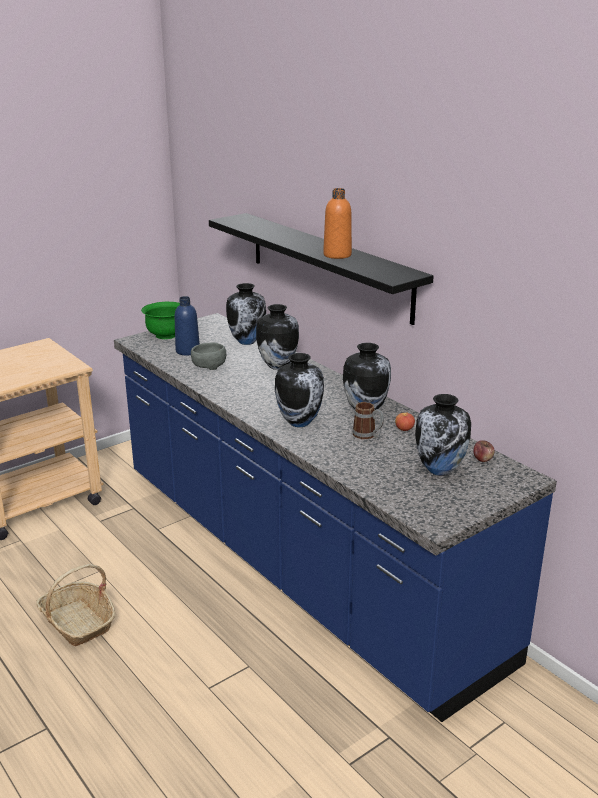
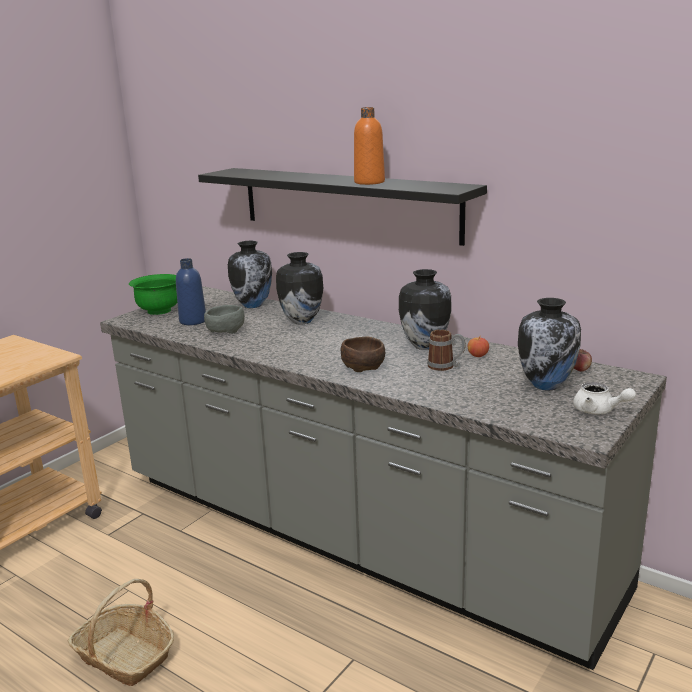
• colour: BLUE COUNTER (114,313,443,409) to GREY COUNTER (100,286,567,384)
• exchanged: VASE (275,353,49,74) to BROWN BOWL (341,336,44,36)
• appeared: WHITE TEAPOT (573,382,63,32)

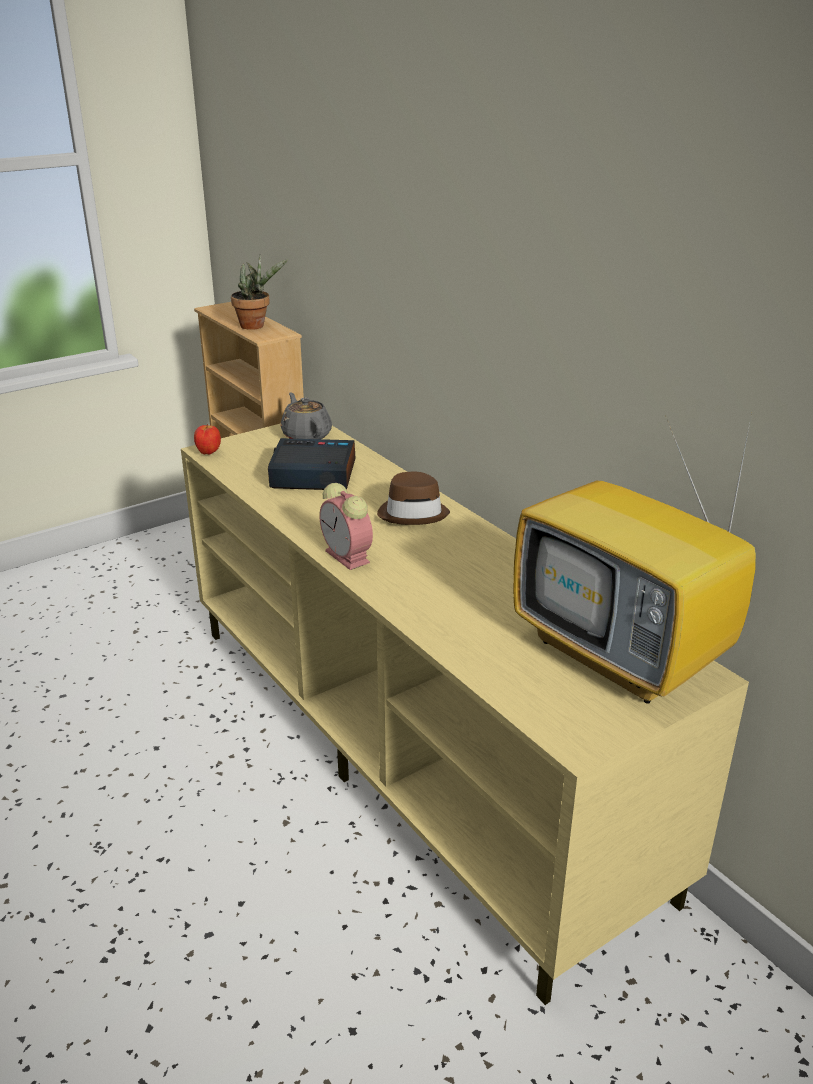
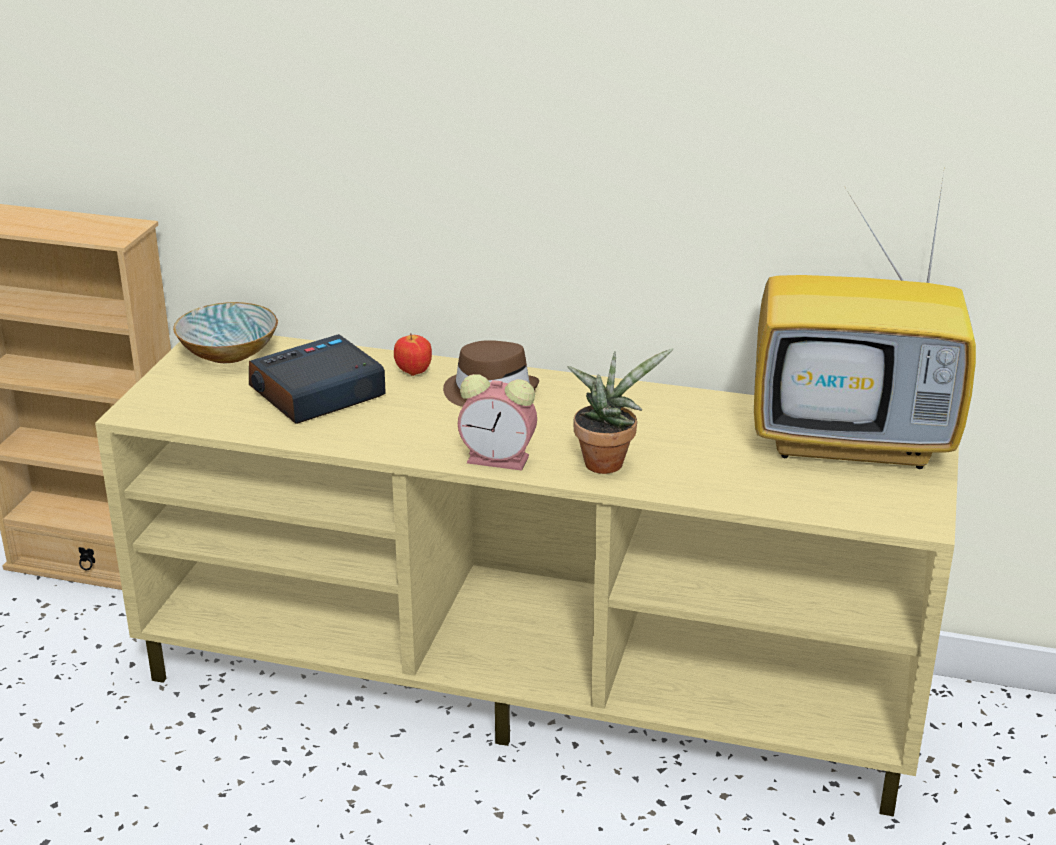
• relocated: POTTED PLANT (231,254,57,76) to (568,348,106,126)
• exchanged: GREY TEAPOT (281,392,51,47) to BOWL (173,302,105,61)
• relocated: APPLE (194,424,27,31) to (394,334,38,42)

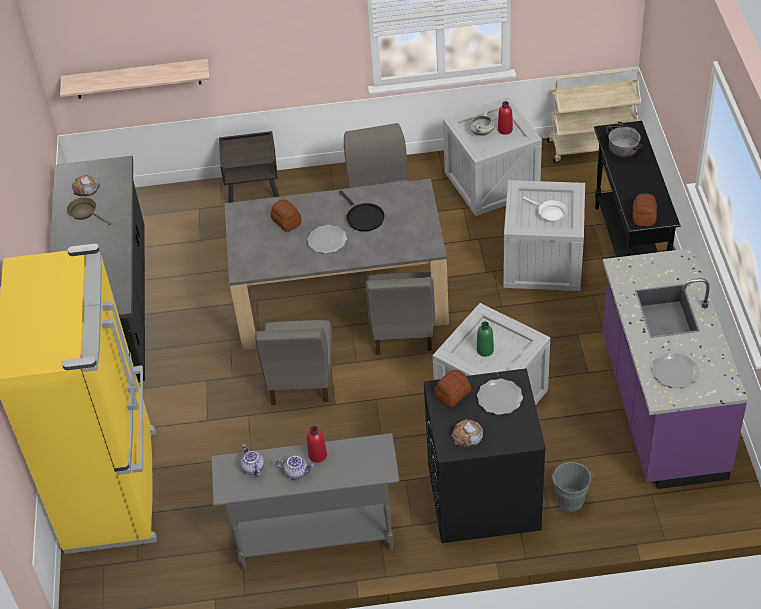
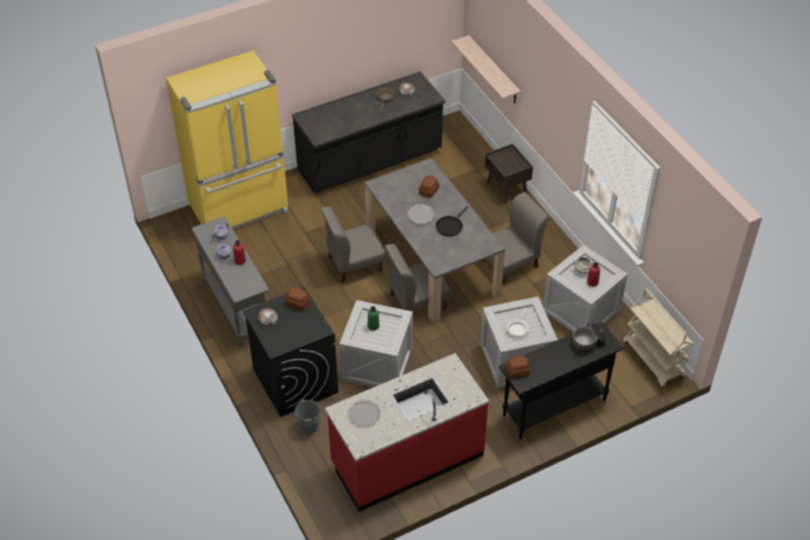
• colour: PURPLE COUNTER (602,248,146,241) to RED COUNTER (325,353,164,159)
• missing: PLATE (477,379,46,36)

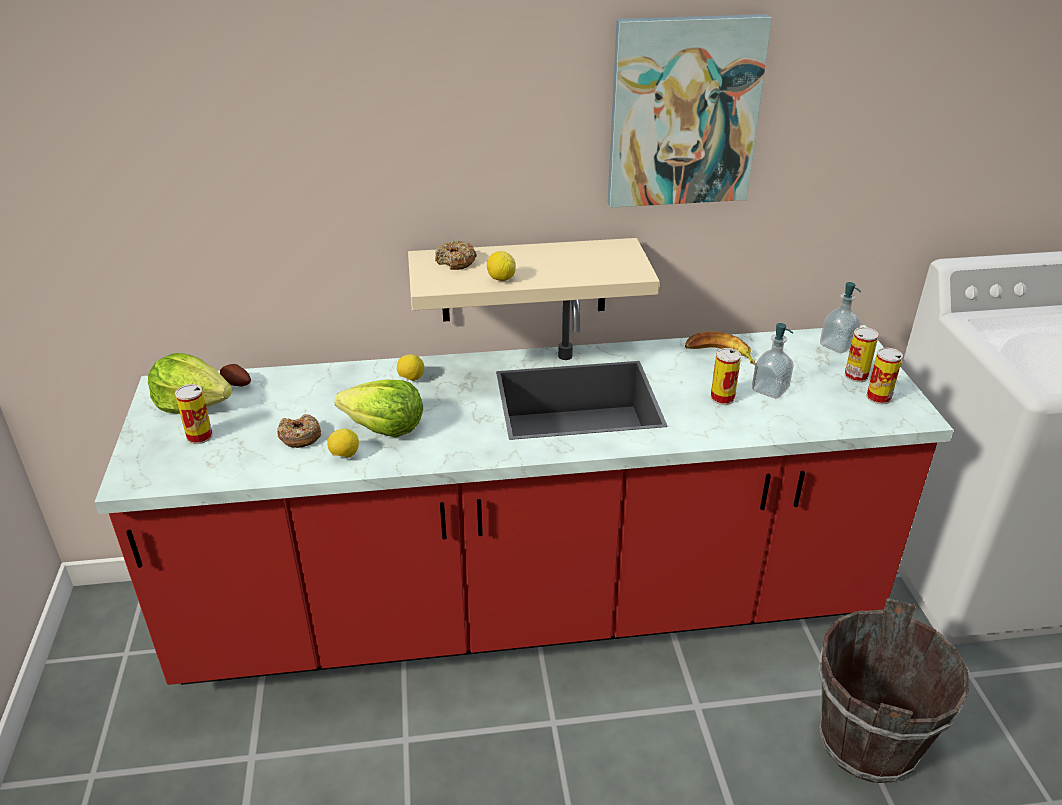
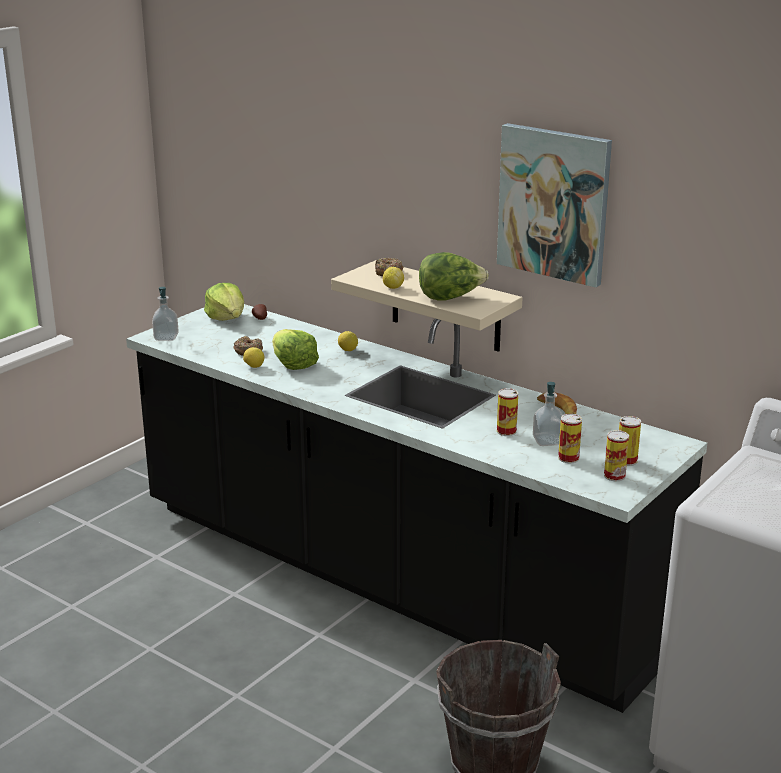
• relocated: SOAP DISPENSER (820,282,41,71) to (152,287,27,54)
• colour: RED COUNTER (94,300,860,385) to BLACK COUNTER (126,304,581,409)
• relocated: CAN (175,384,38,60) to (558,414,24,49)
• appeared: LETTUCE (419,252,70,49)

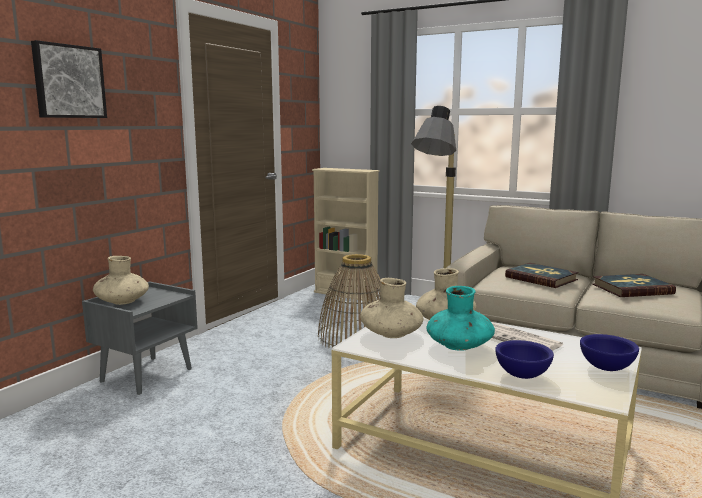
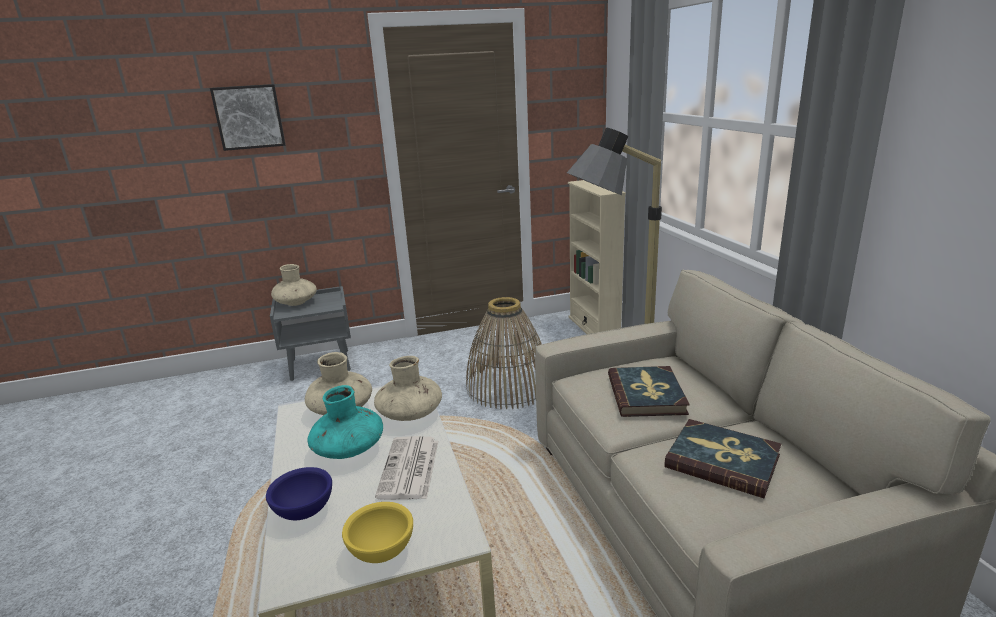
• colour: BLUE BOWL (580,334,59,37) to YELLOW BOWL (342,502,71,61)

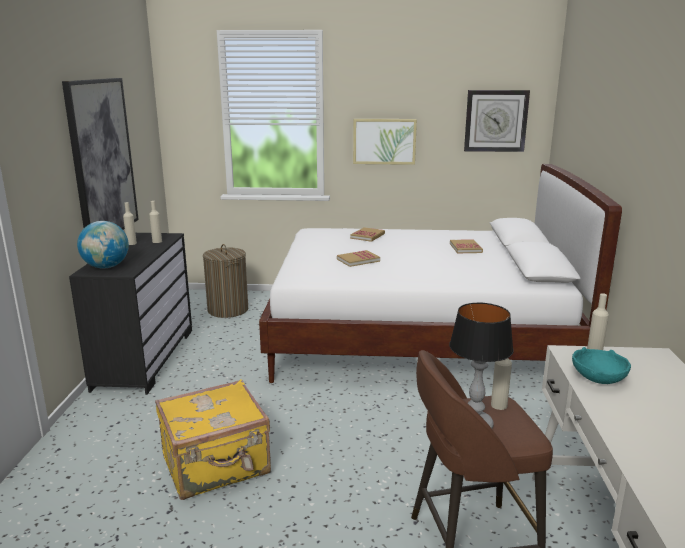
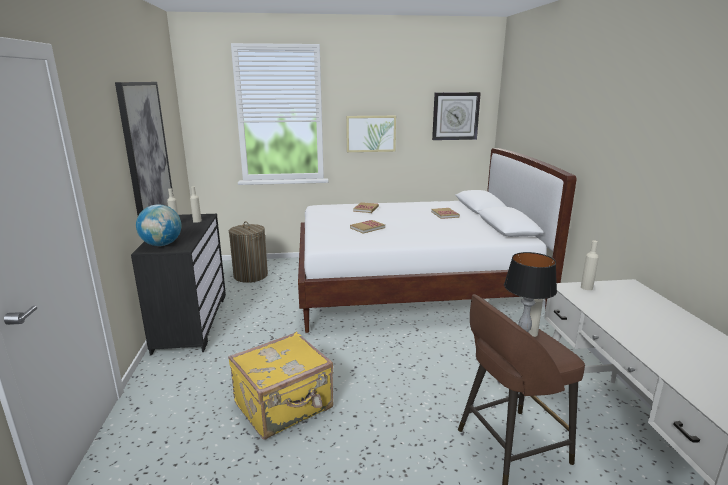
• missing: TURQUOISE BOWL (572,347,59,37)

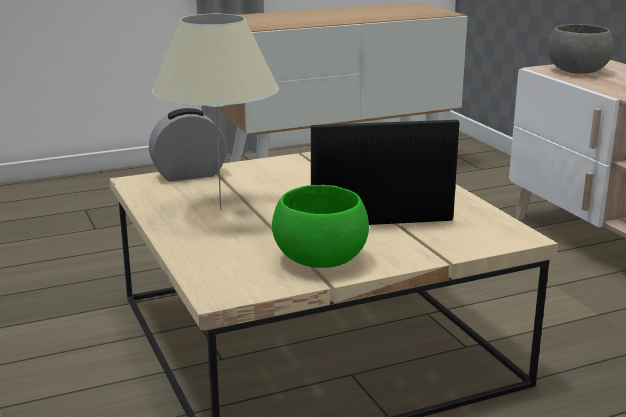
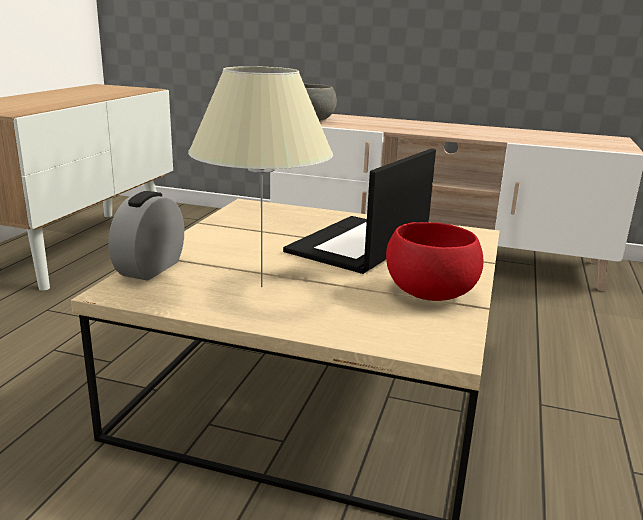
• colour: GREEN BOWL (272,185,97,83) to RED BOWL (386,222,97,79)

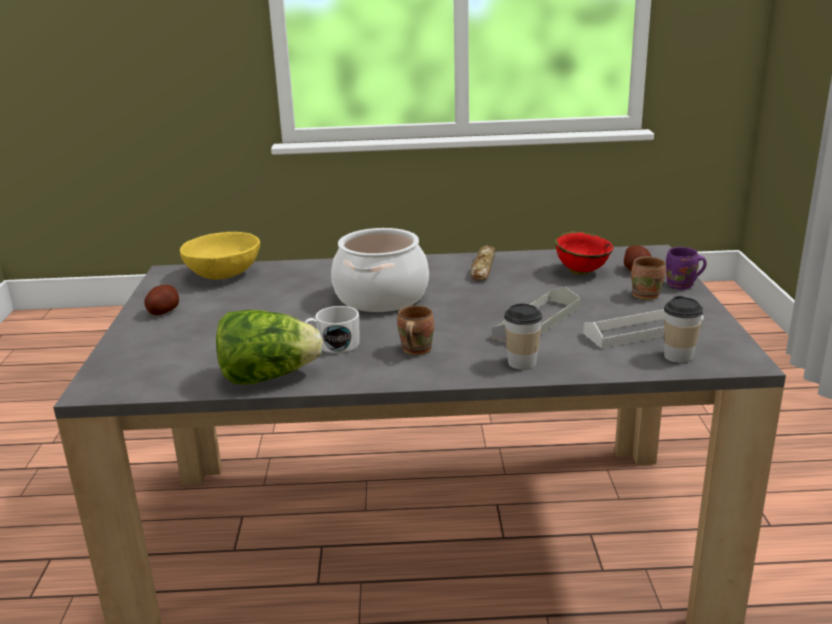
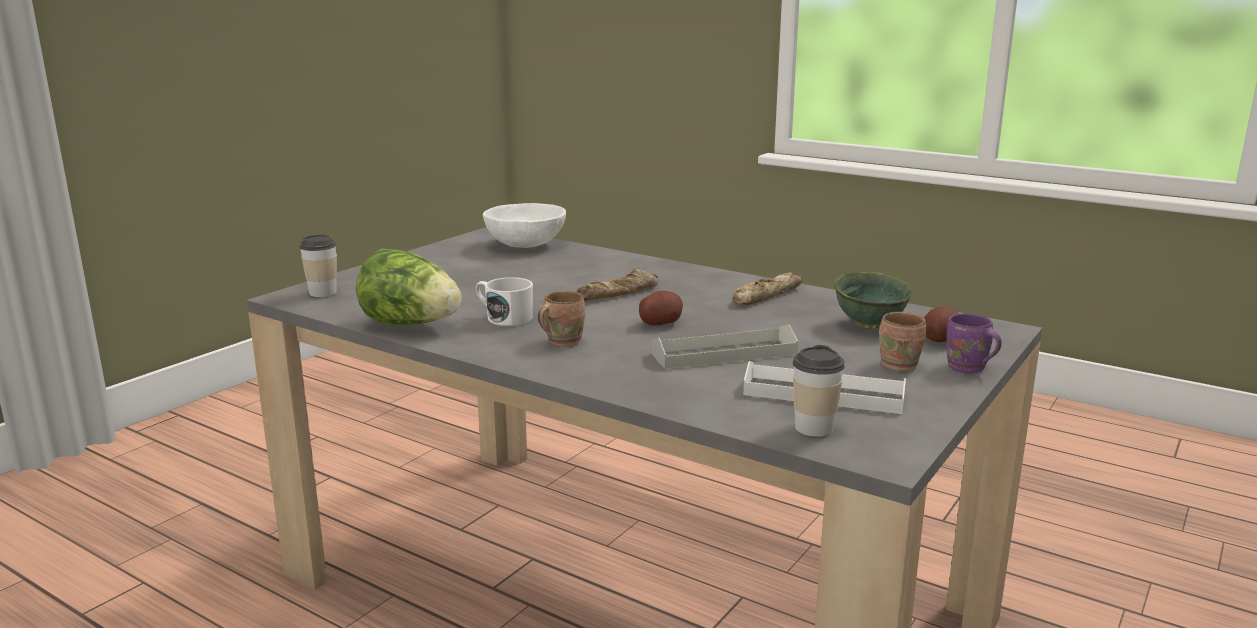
• exchanged: COOKING POT (331,228,98,84) to BREAD (577,269,81,32)
• colour: RED BOWL (555,231,59,44) to GREEN BOWL (834,272,79,57)
• colour: YELLOW BOWL (180,232,80,48) to WHITE BOWL (483,203,83,45)
• relocated: POTATO (144,285,35,30) to (639,291,44,35)
• relocated: CUP (504,304,38,66) to (299,235,38,62)

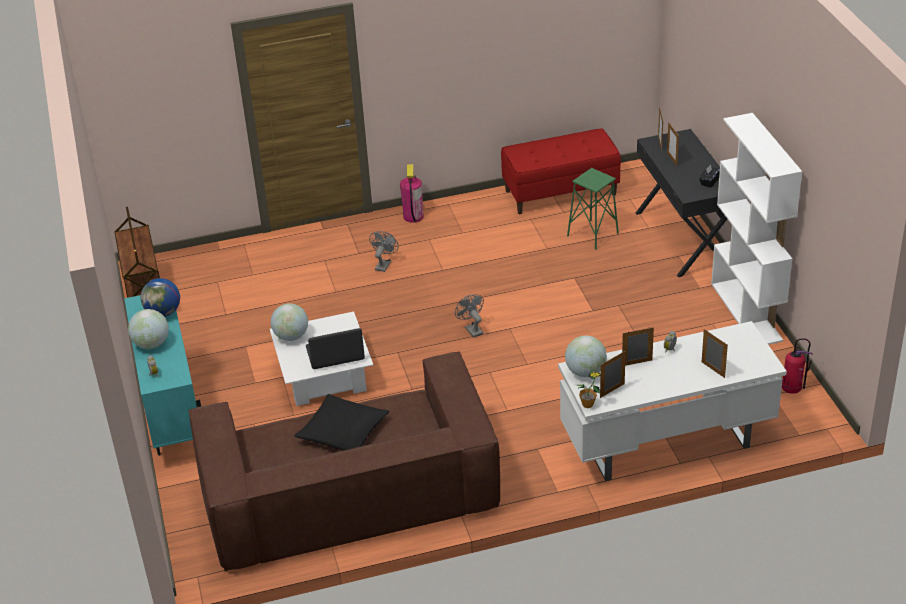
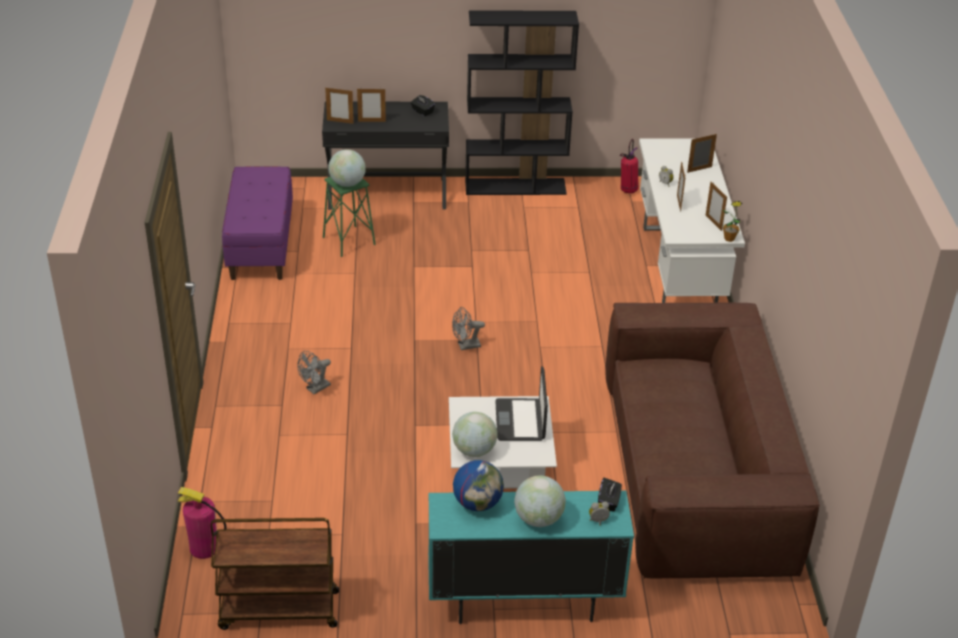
• colour: WHITE BOOKCASE (711,113,91,232) to BLACK BOOKCASE (465,10,114,185)
• colour: RED BENCH (501,128,120,86) to PURPLE BENCH (222,166,71,114)
• relocated: FIRE EXTINGUISHER (400,164,24,59) to (177,487,49,72)
• spun: GREY FAN (369,231,30,41) = (297,351,34,43) 75 degrees counterclockwise
• relocated: GLOBE (565,336,42,41) to (329,149,37,38)
• missing: BLACK PILLOW (294,394,95,57)
• appeared: BLACK TISSUE BOX (598,478,24,34)

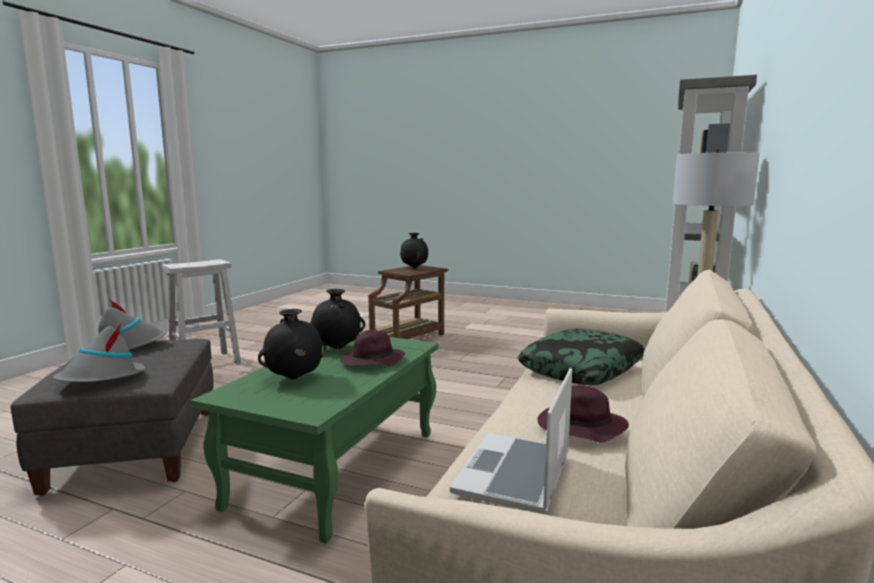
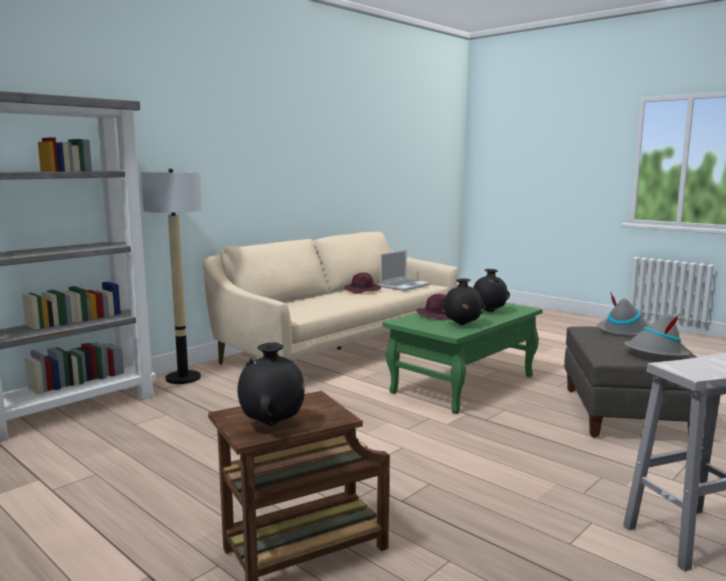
• missing: PILLOW (517,328,128,57)

